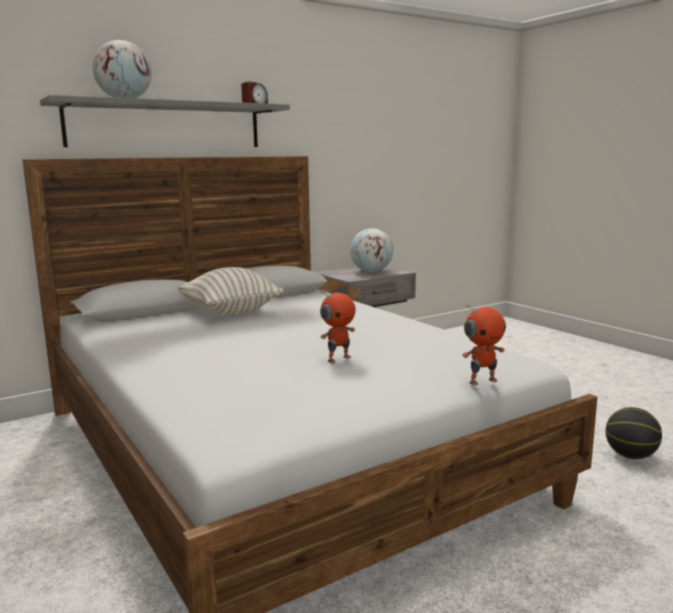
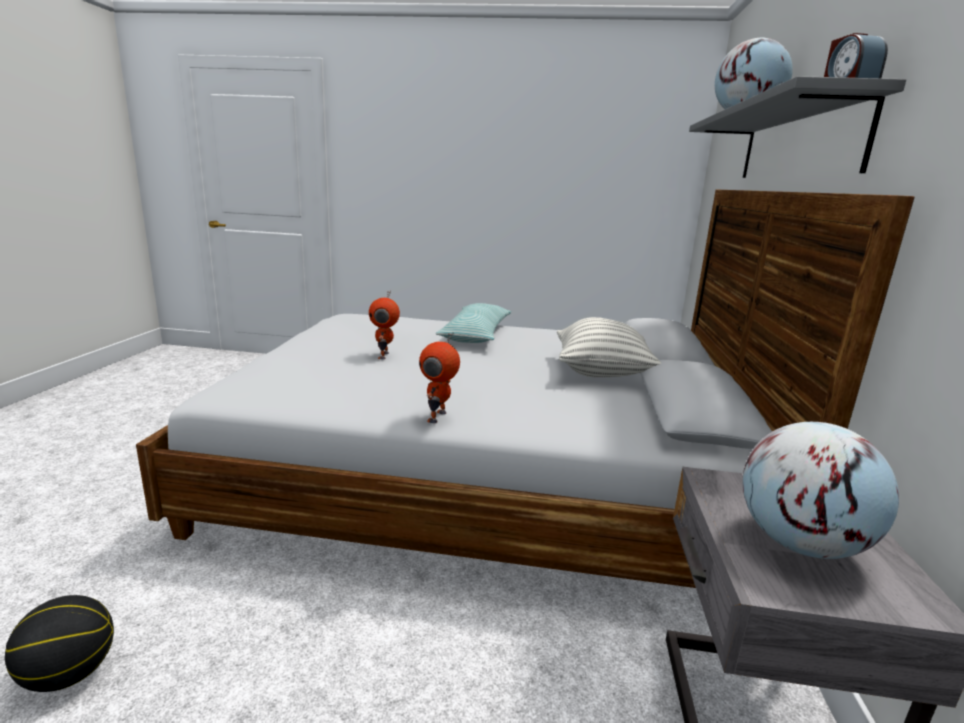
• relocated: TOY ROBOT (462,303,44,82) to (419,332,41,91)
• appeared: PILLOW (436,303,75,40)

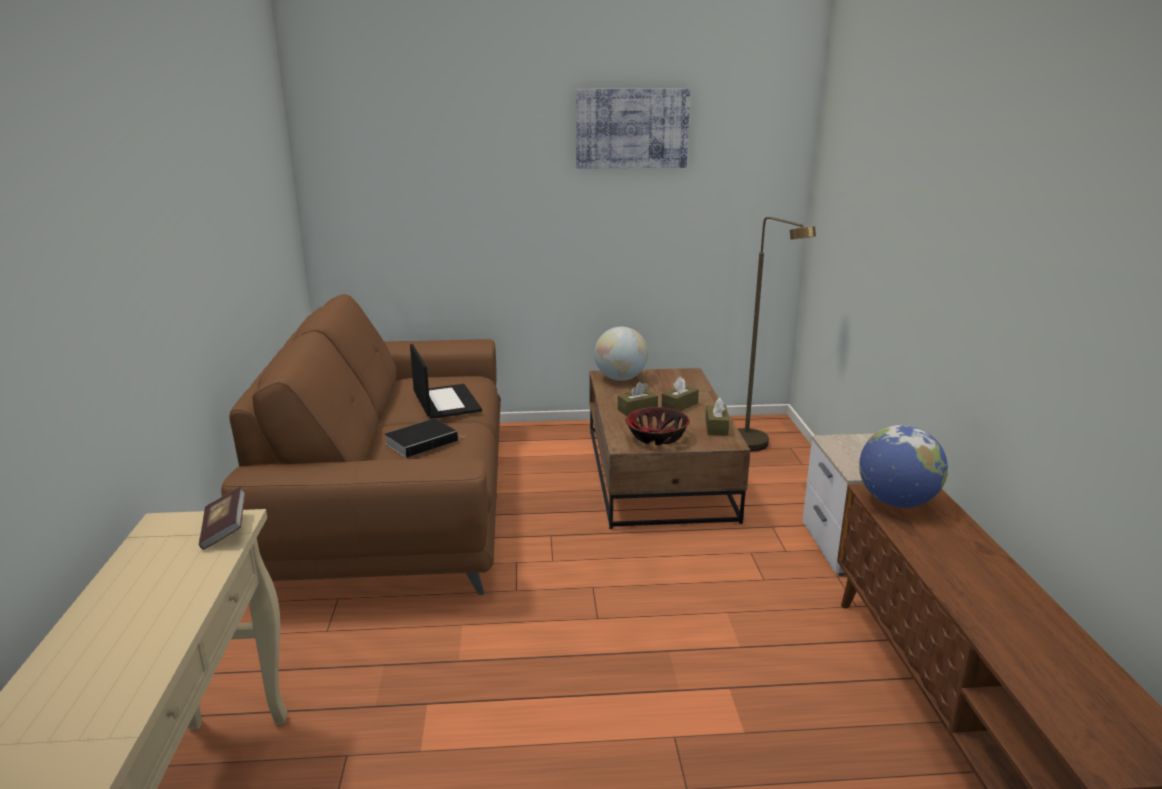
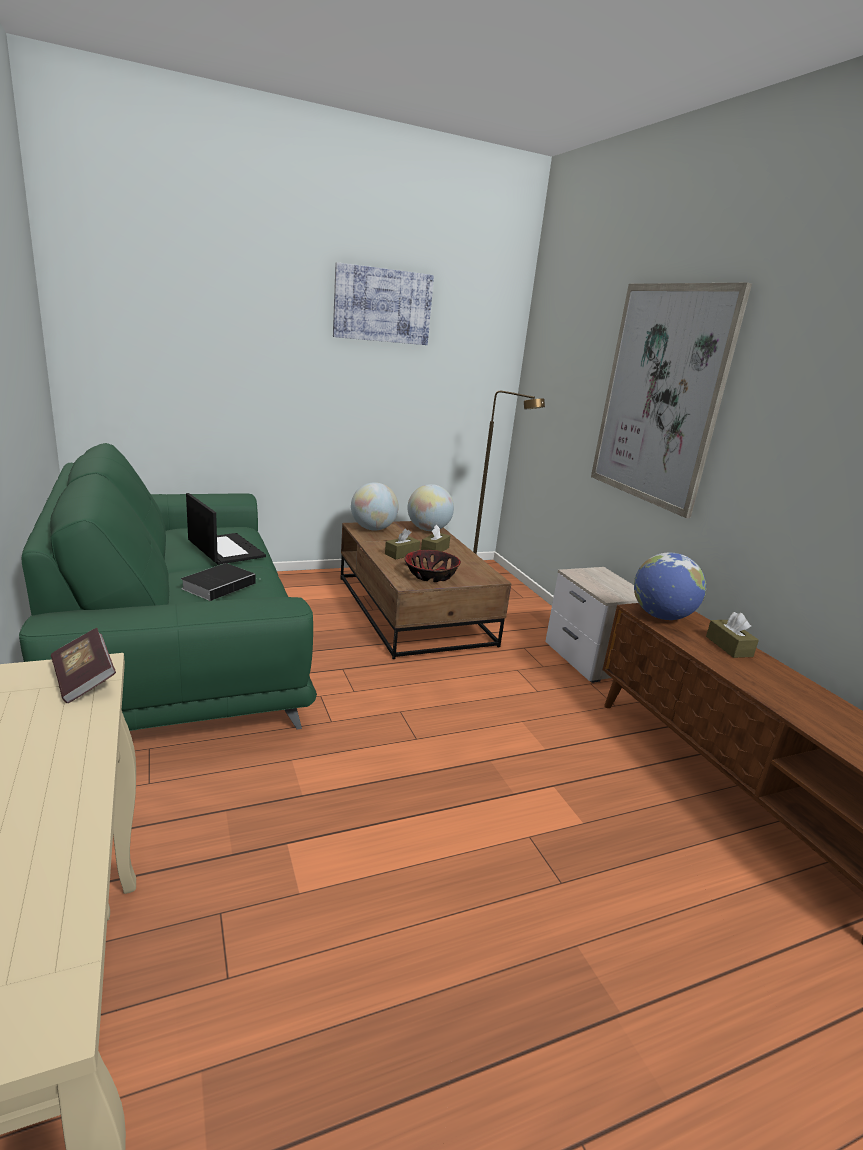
• colour: BROWN SOFA (221,294,280,301) to GREEN SOFA (19,443,298,288)
• relocated: BROWN TISSUE BOX (706,398,23,38) to (706,612,53,46)
• appeared: PICTURE (591,283,161,235)
• appeared: GLOBE (408,484,46,47)

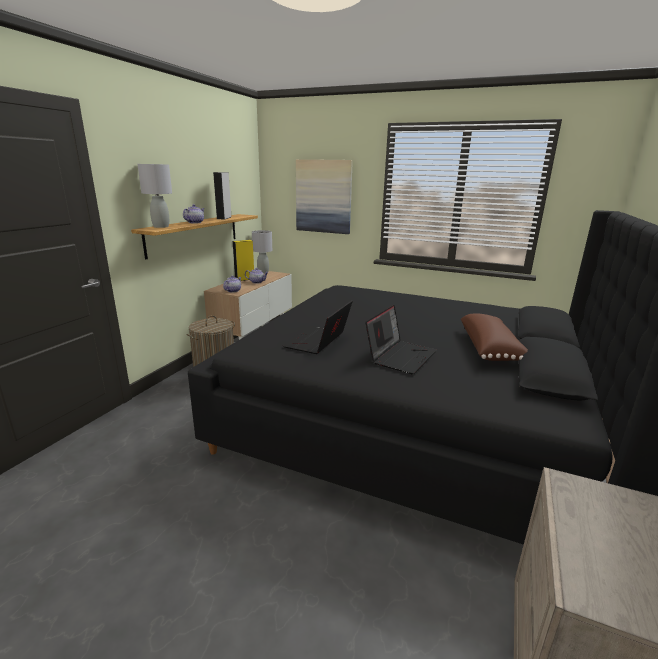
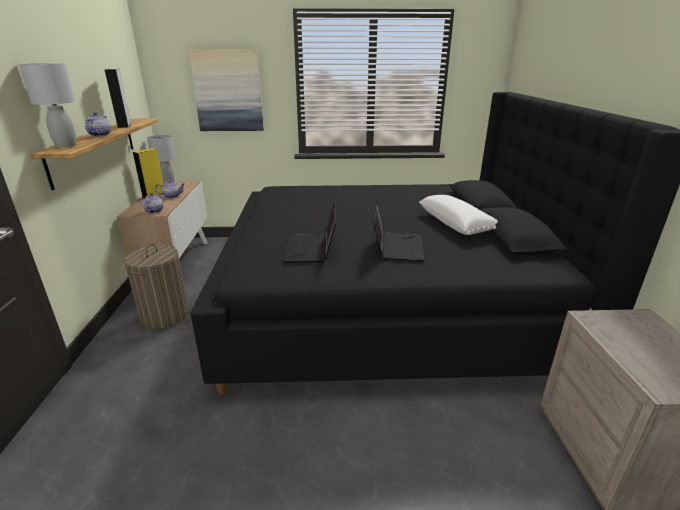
• colour: BROWN PILLOW (461,314,67,47) to WHITE PILLOW (419,195,79,40)

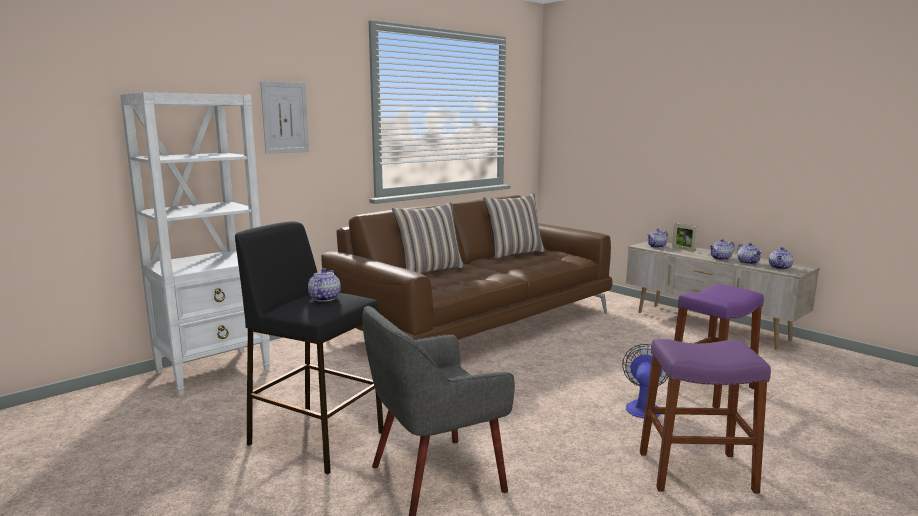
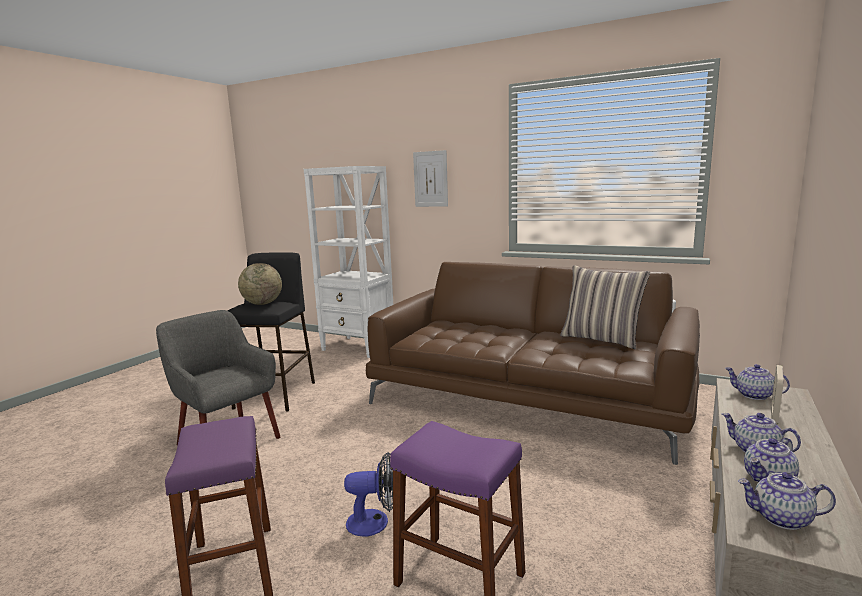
• missing: PILLOW (392,202,73,72)
• exchanged: TEAPOT (308,268,33,34) to GLOBE (238,263,44,42)

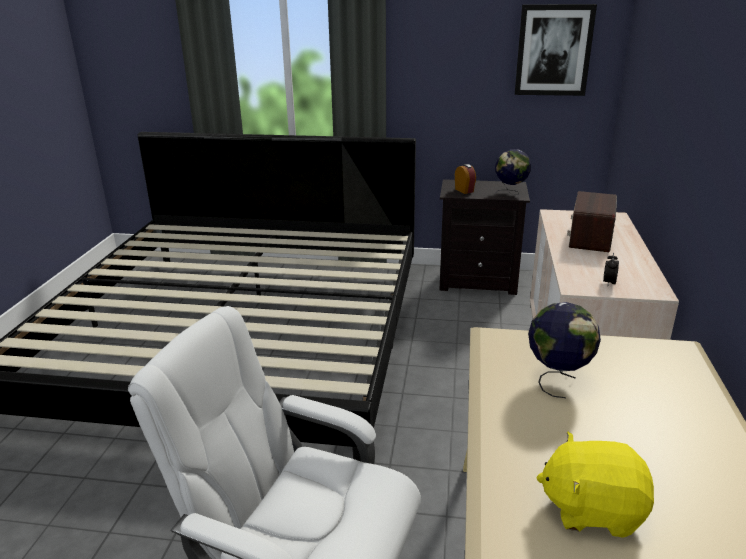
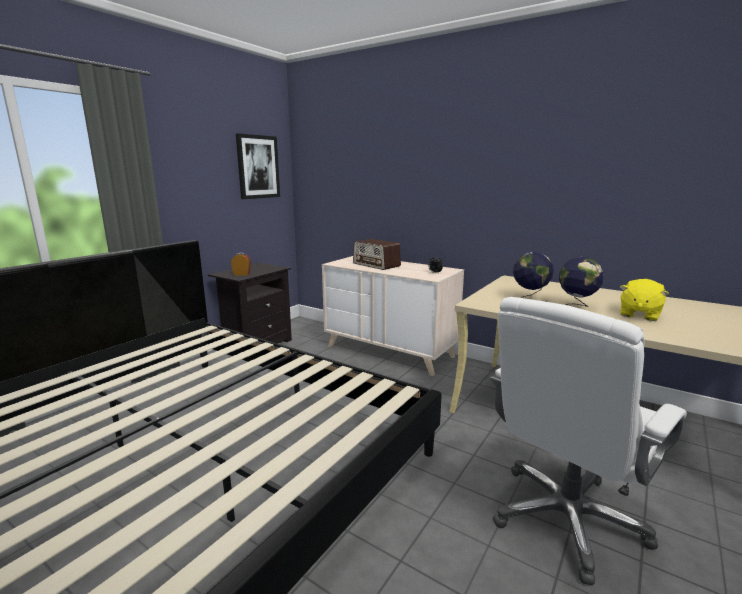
• relocated: GLOBE (495,149,36,46) to (559,257,45,50)

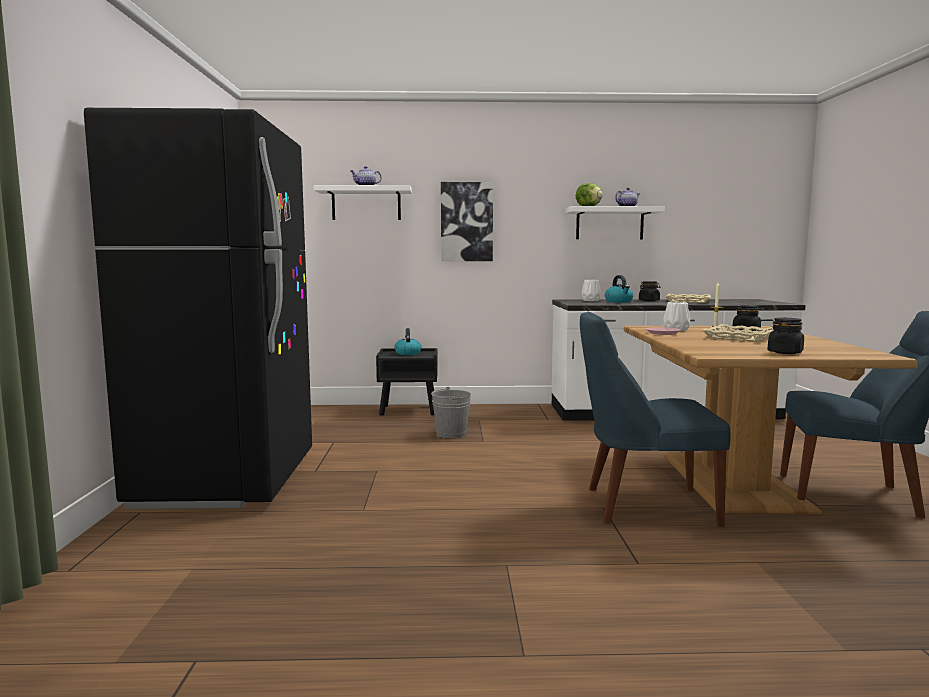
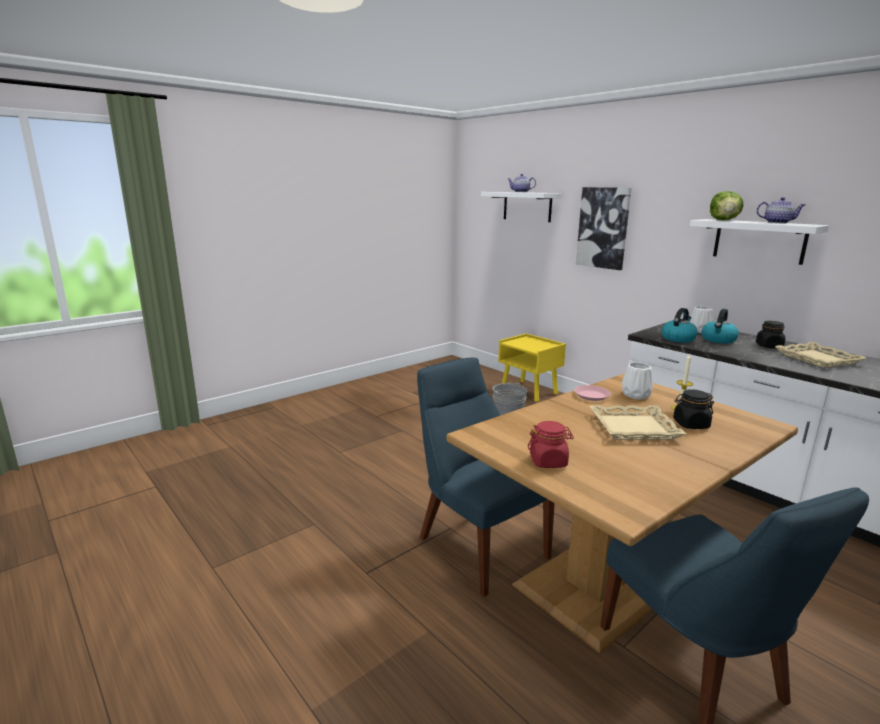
• missing: BLACK FRIDGE (84,108,228,401)
• colour: BLACK JAR (768,318,36,36) to RED JAR (528,421,46,47)
• relocated: KETTLE (394,328,27,27) to (662,308,36,35)
• colour: BLACK NIGHTSTAND (376,348,62,67) to YELLOW NIGHTSTAND (498,333,68,69)

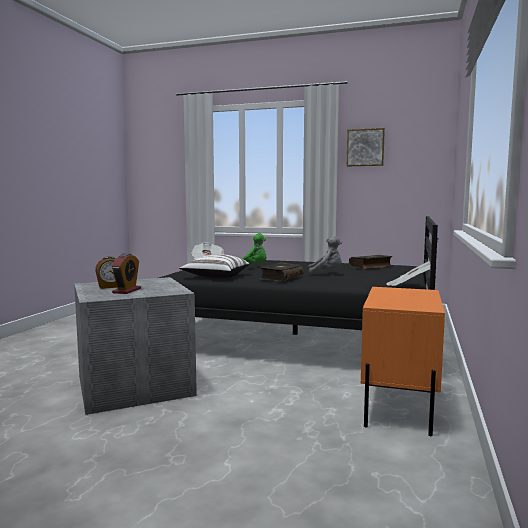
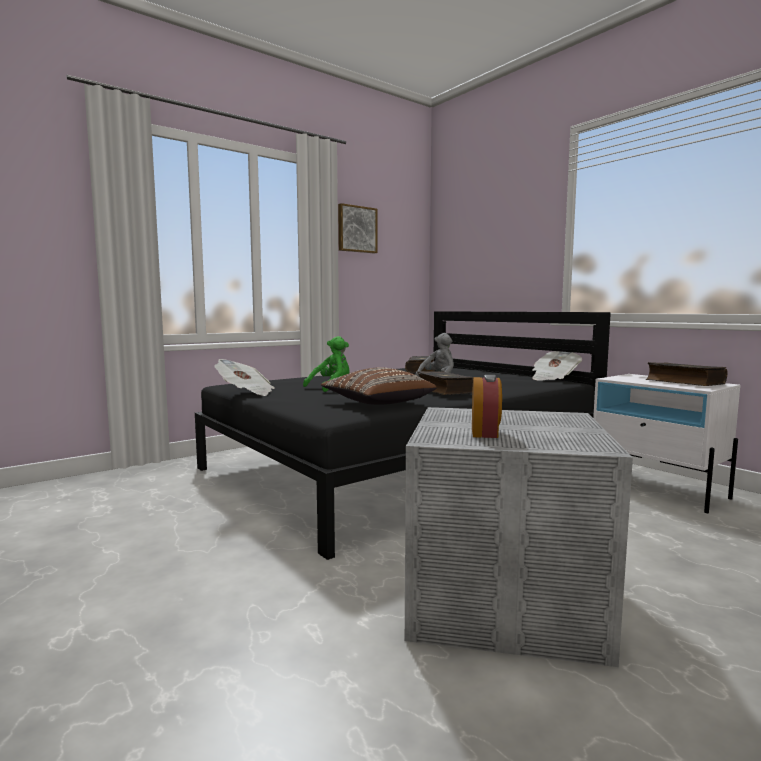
• missing: ALARM CLOCK (112,253,29,41)
• colour: WHITE PILLOW (179,254,70,24) to BROWN PILLOW (321,367,115,38)
• colour: ORANGE NIGHTSTAND (361,287,84,149) to WHITE NIGHTSTAND (593,374,147,139)
• appeared: BOOK (646,362,81,24)

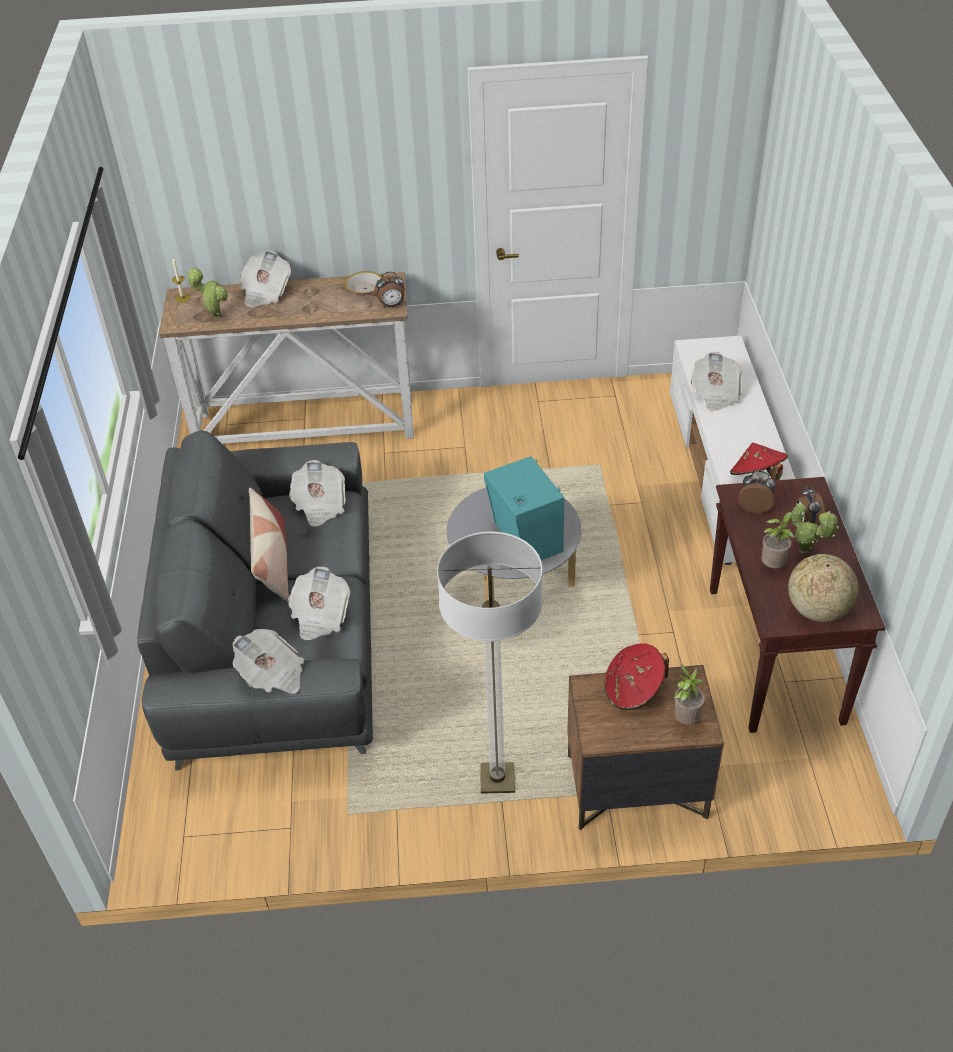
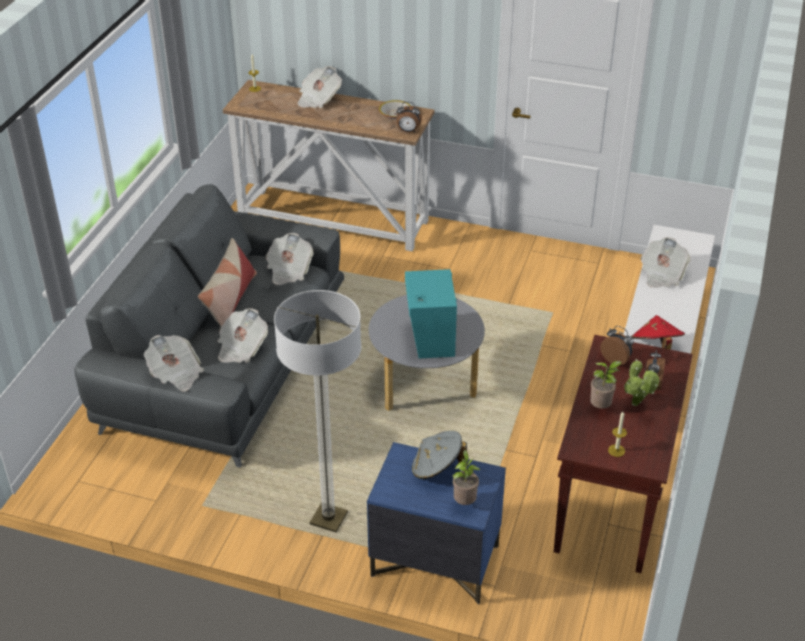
• missing: POTTED PLANT (186,267,42,51)
• exchanged: GLOBE (788,554,71,68) to CANDLE (608,412,19,45)
• colour: RED HAT (604,644,65,66) to GREY HAT (412,431,55,48)
• colour: BROWN NIGHTSTAND (567,665,157,165) to BLUE NIGHTSTAND (367,442,139,162)

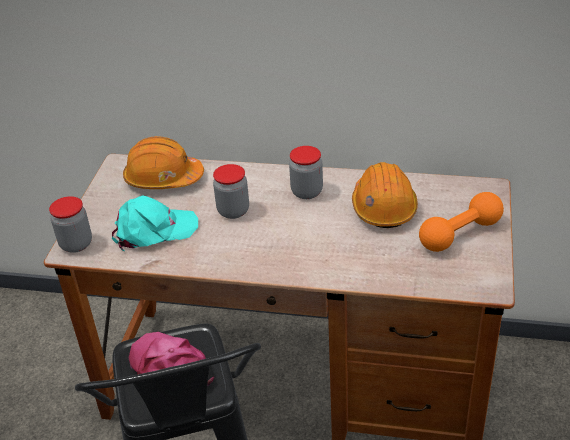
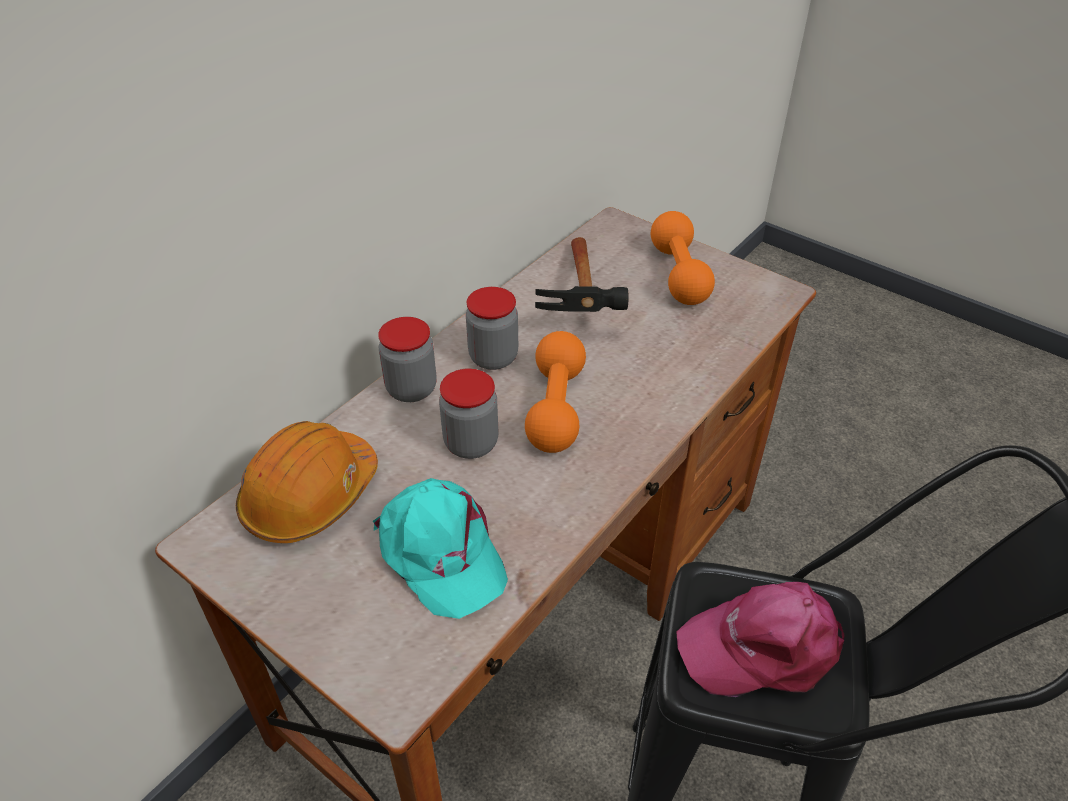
• exchanged: ORANGE HARD HAT (352,162,66,66) to HAMMER (535,237,94,75)
• spun: TURQUOISE CAP (112,195,86,56) = (373,478,135,141) 135 degrees clockwise
• relocated: JAR (49,196,43,57) to (378,317,59,85)
• appeared: ORANGE DUMBBELL (525,331,61,122)

